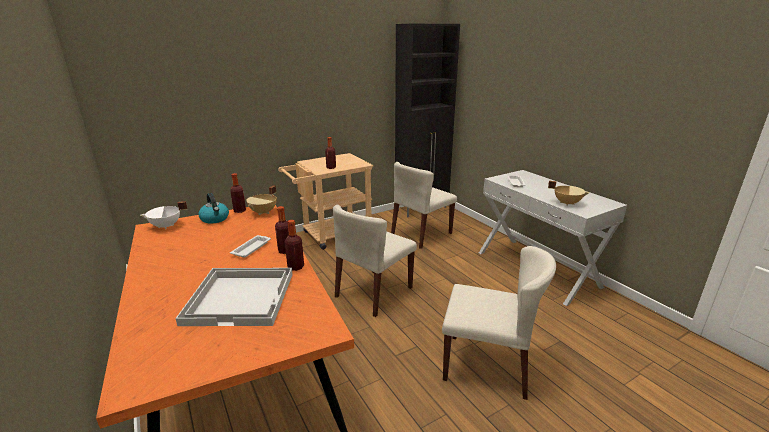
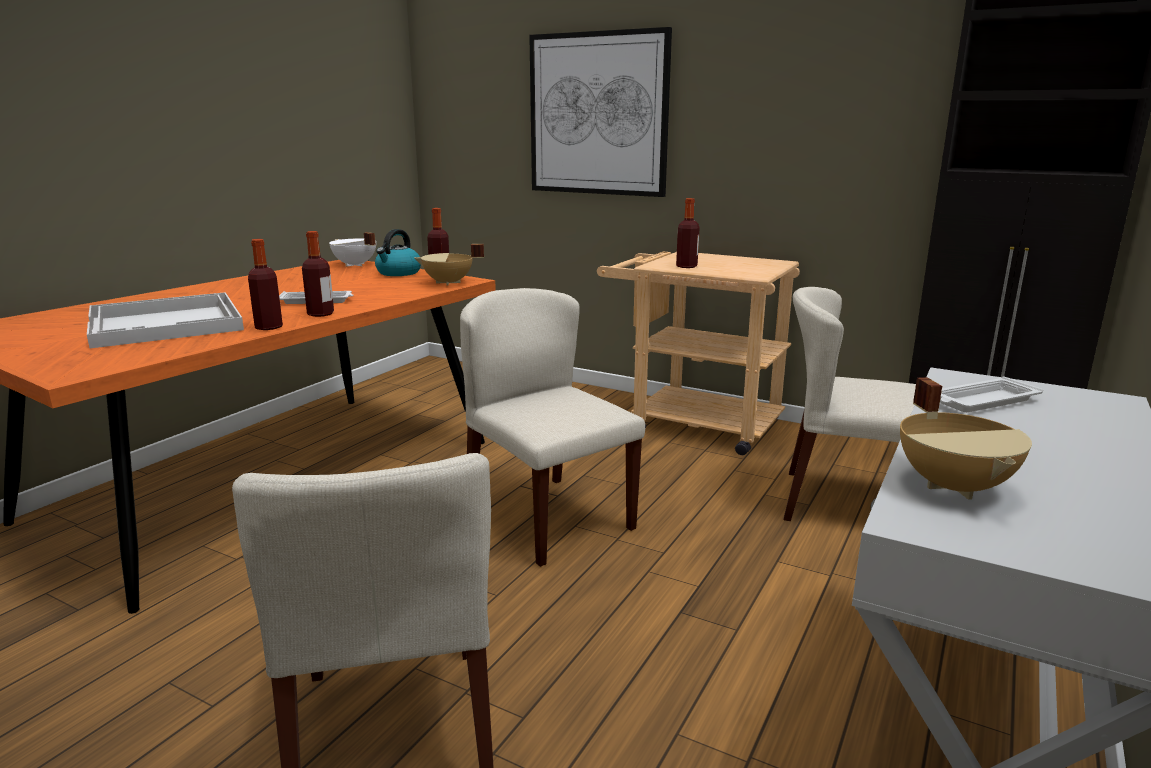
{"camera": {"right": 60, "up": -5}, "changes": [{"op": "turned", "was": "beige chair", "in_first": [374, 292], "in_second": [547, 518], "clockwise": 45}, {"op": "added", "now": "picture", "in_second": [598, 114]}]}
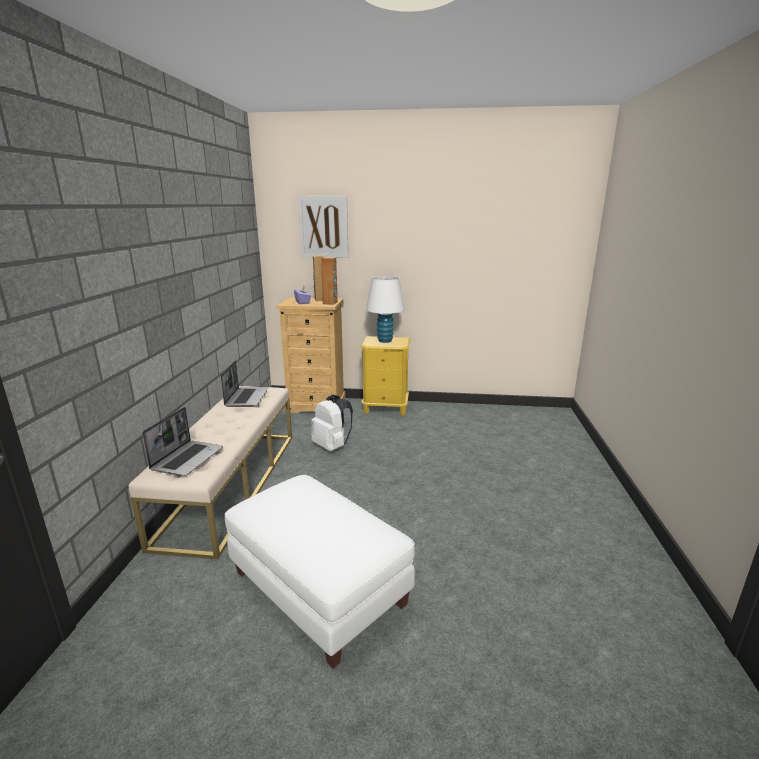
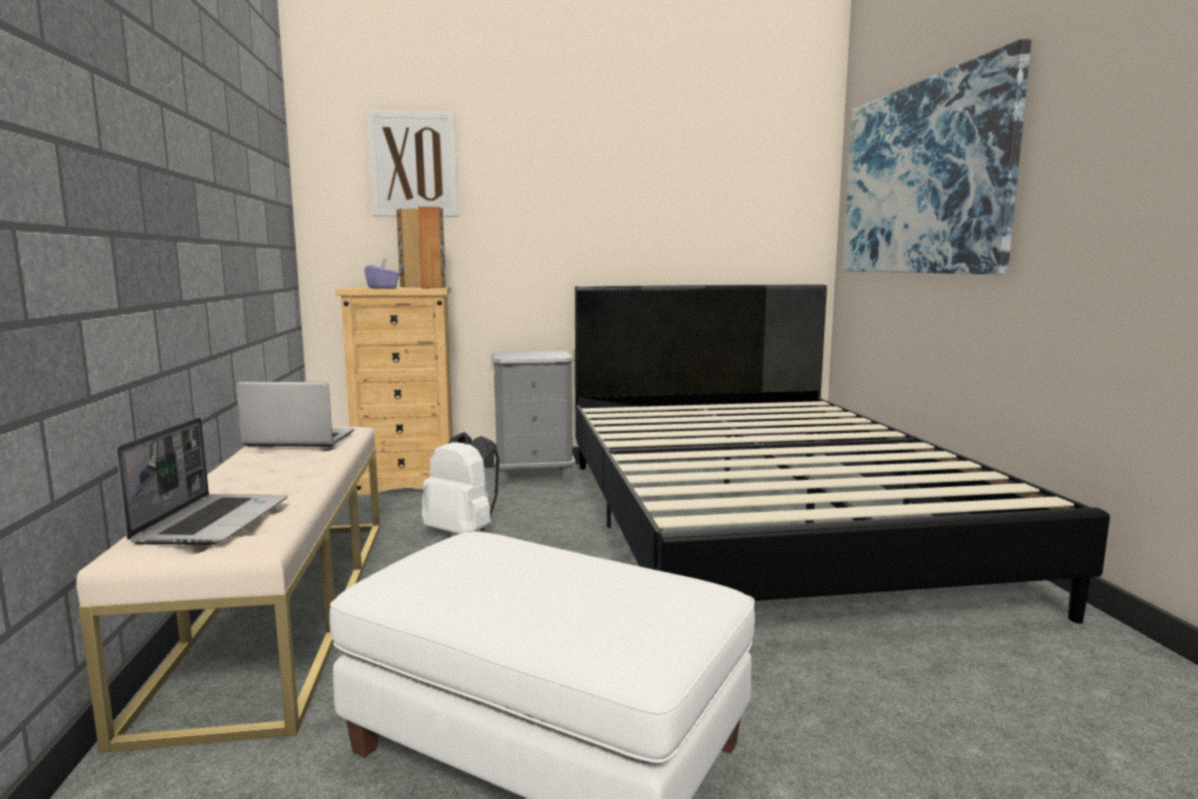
{"camera": {"right": -15, "up": -10}, "changes": [{"op": "turned", "was": "laptop", "in_first": [246, 398], "in_second": [298, 440], "clockwise": -75}, {"op": "recoloured", "was": "yellow nightstand", "now": "grey nightstand", "in_first": [385, 408], "in_second": [534, 476]}, {"op": "added", "now": "black bed", "in_second": [763, 522]}, {"op": "added", "now": "picture", "in_second": [922, 179]}, {"op": "removed", "was": "white table lamp", "in_first": [385, 341]}]}
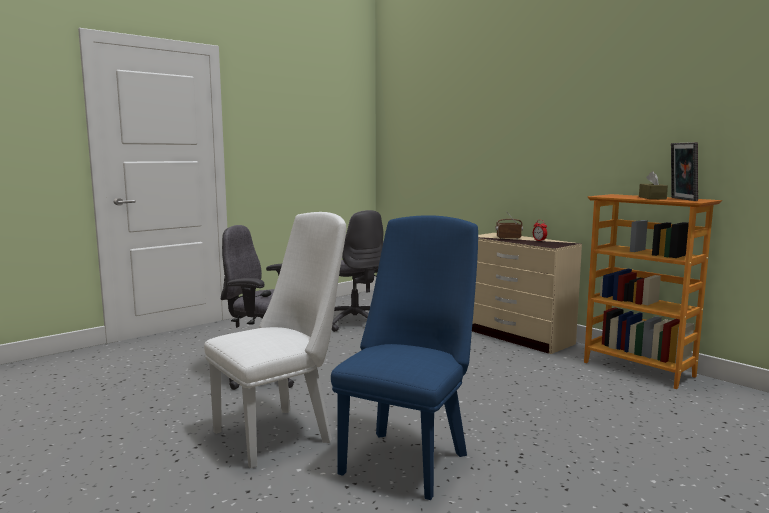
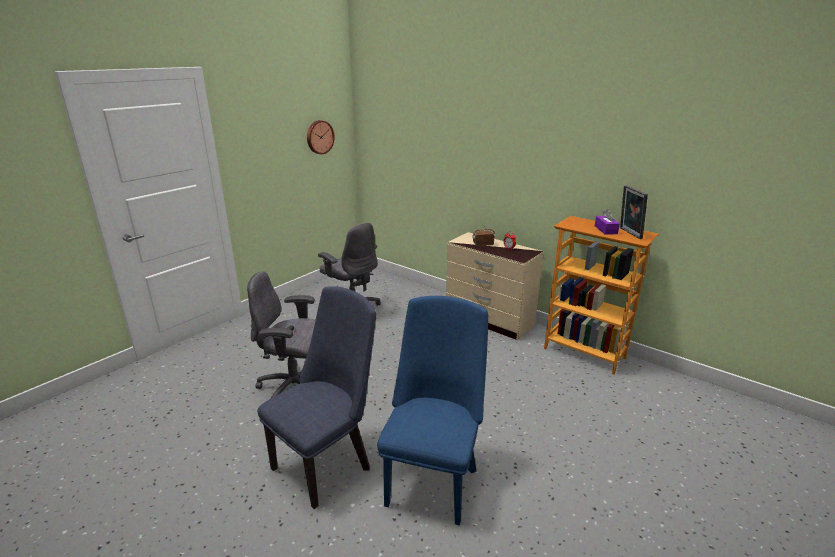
{"camera": {"right": -10, "up": 15}, "changes": [{"op": "recoloured", "was": "white chair", "now": "blue chair", "in_first": [281, 433], "in_second": [327, 463]}, {"op": "added", "now": "wall clock", "in_second": [319, 137]}, {"op": "recoloured", "was": "brown tissue box", "now": "purple tissue box", "in_first": [652, 198], "in_second": [605, 230]}]}
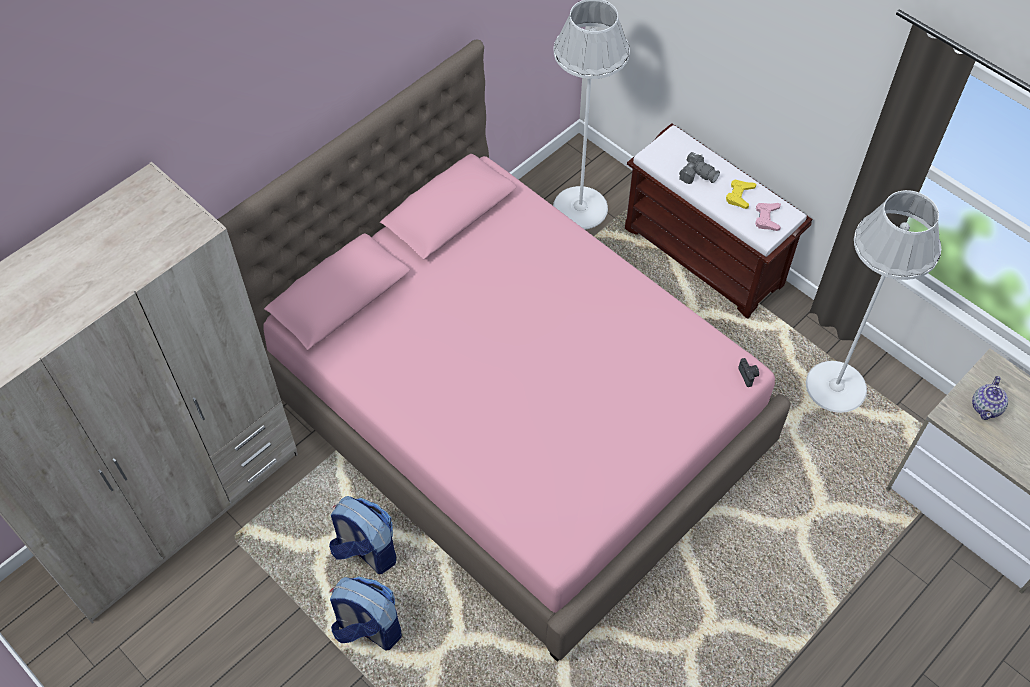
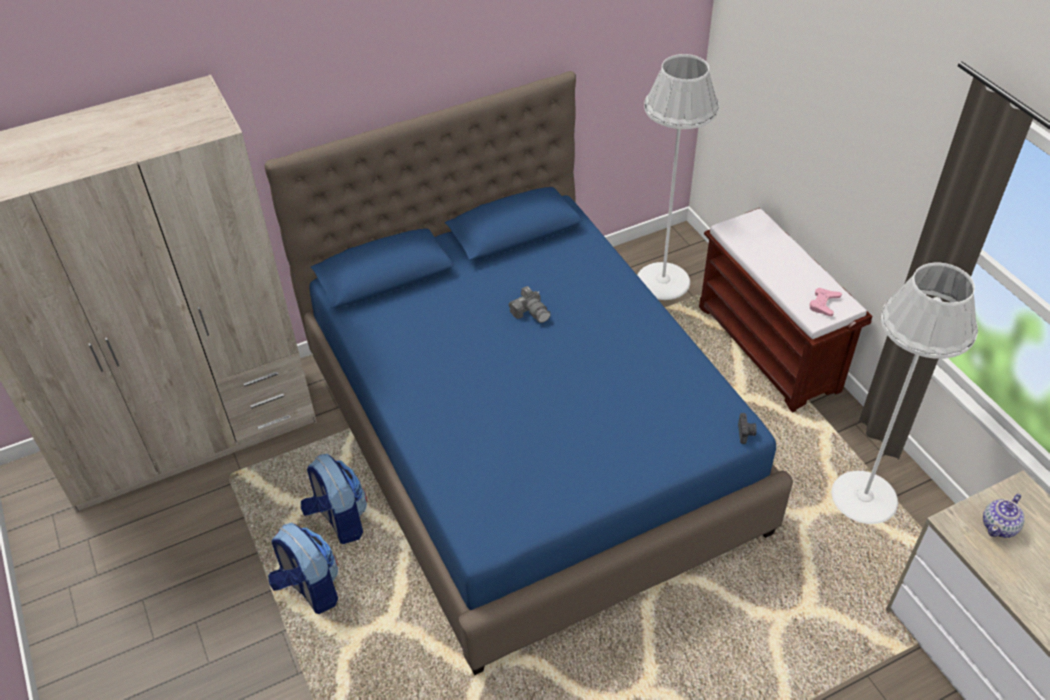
{"camera": {"right": 20, "up": -10}, "changes": [{"op": "recoloured", "was": "pink bed", "now": "blue bed", "in_first": [514, 415], "in_second": [527, 440]}, {"op": "moved", "was": "photo camera", "in_first": [697, 175], "in_second": [531, 312]}, {"op": "removed", "was": "yellow game controller", "in_first": [739, 195]}]}
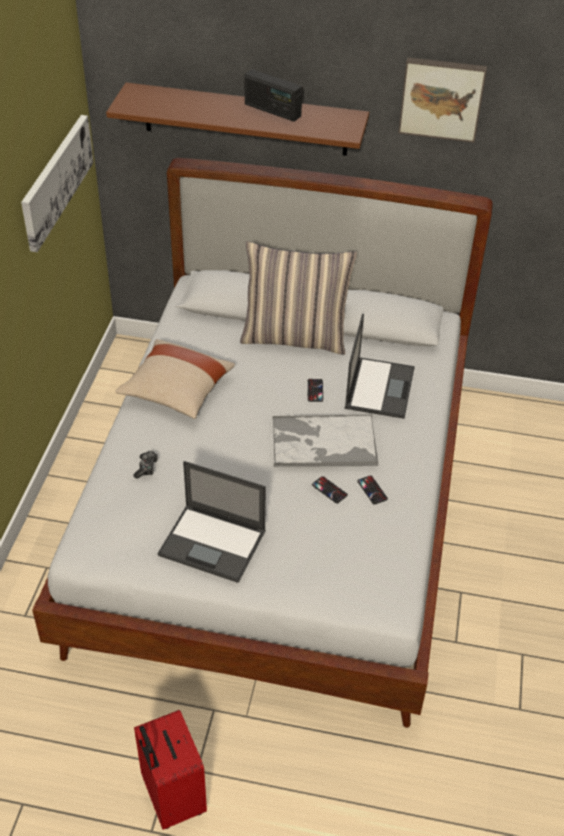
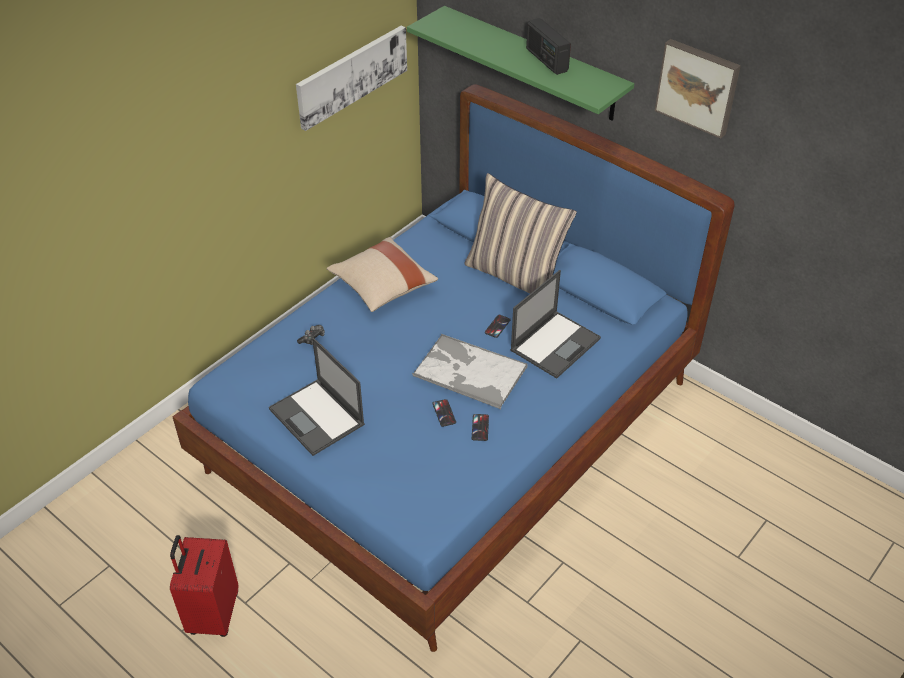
{"camera": {"right": 30, "up": 0}, "changes": [{"op": "recoloured", "was": "white bed", "now": "blue bed", "in_first": [280, 513], "in_second": [453, 429]}, {"op": "recoloured", "was": "brown shelf", "now": "green shelf", "in_first": [245, 119], "in_second": [533, 63]}]}
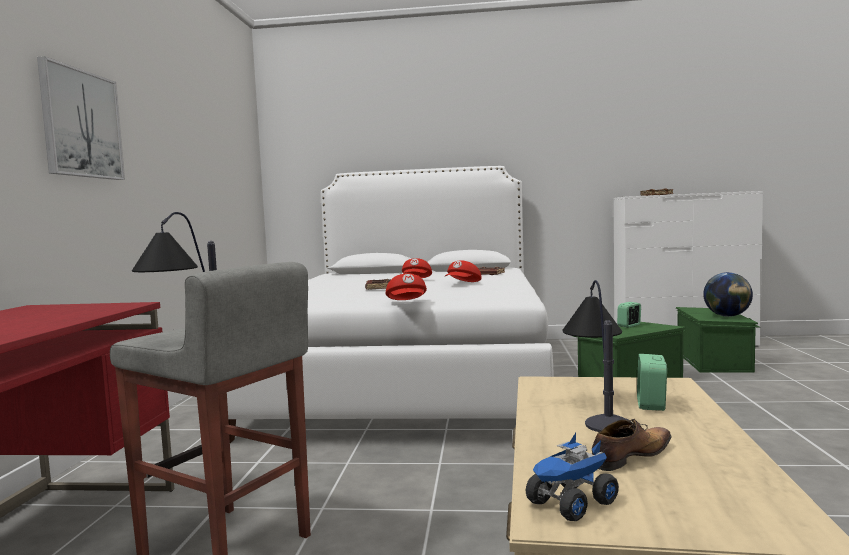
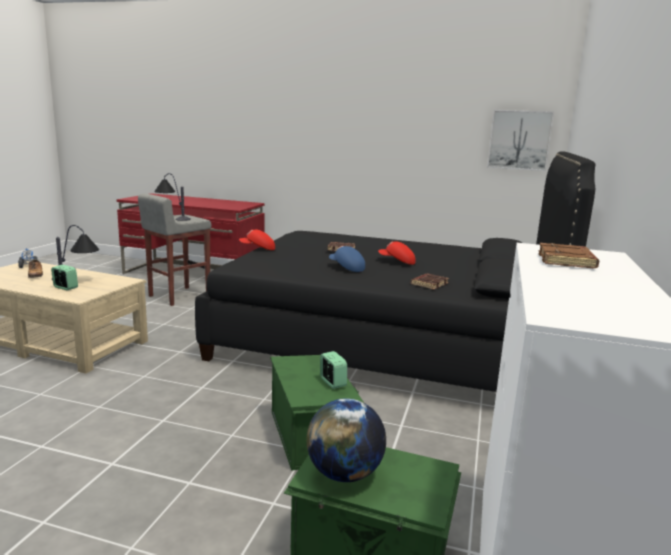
{"camera": {"right": 100, "up": 10}, "changes": [{"op": "recoloured", "was": "white bed", "now": "black bed", "in_first": [408, 379], "in_second": [387, 342]}, {"op": "recoloured", "was": "red cap", "now": "blue cap", "in_first": [463, 284], "in_second": [346, 268]}, {"op": "moved", "was": "picture", "in_first": [81, 124], "in_second": [519, 140]}]}
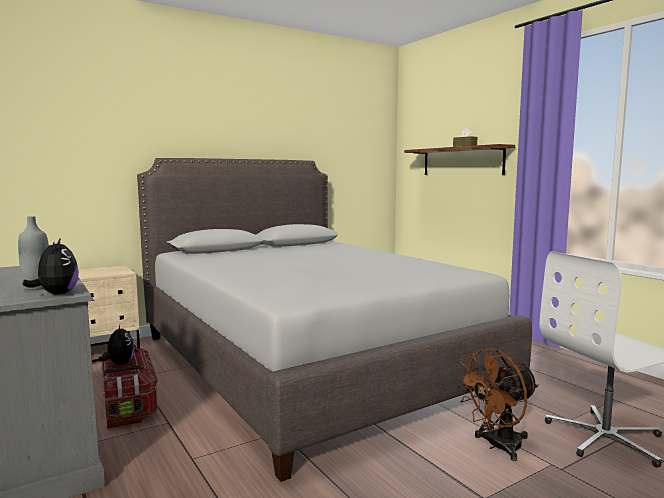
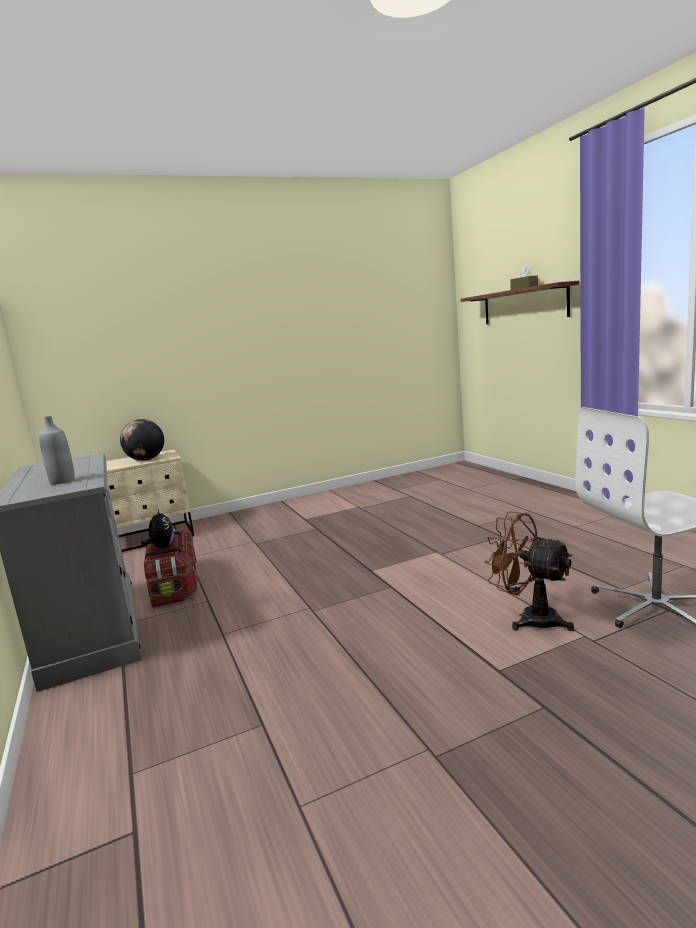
{"camera": {"right": 10, "up": 5}, "changes": [{"op": "added", "now": "globe", "in_second": [146, 460]}, {"op": "turned", "was": "brown fan", "in_first": [497, 446], "in_second": [530, 618], "clockwise": 60}, {"op": "removed", "was": "plush toy", "in_first": [56, 294]}, {"op": "removed", "was": "grey bed", "in_first": [309, 361]}]}
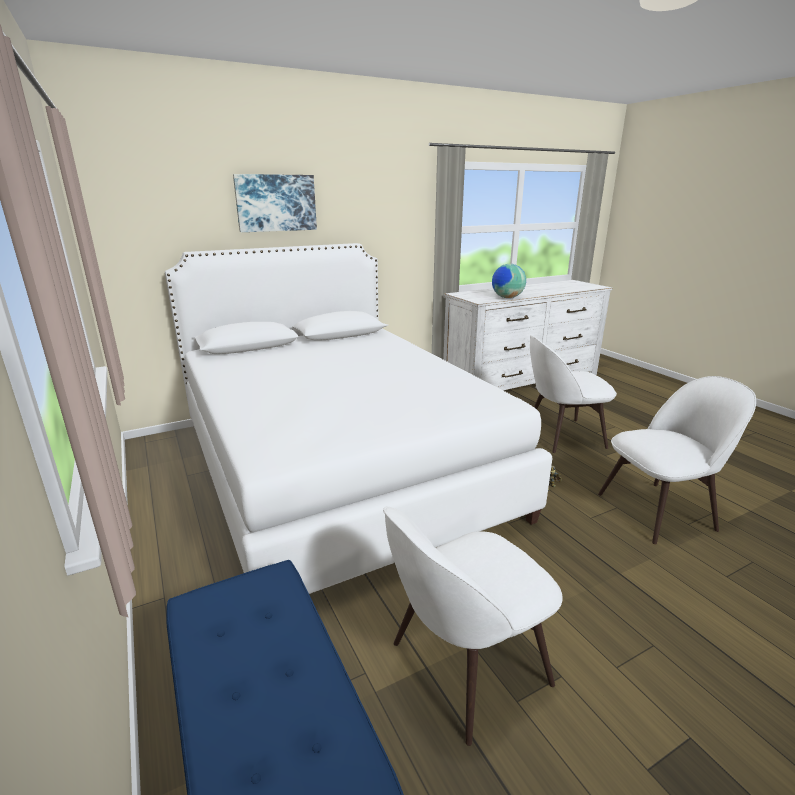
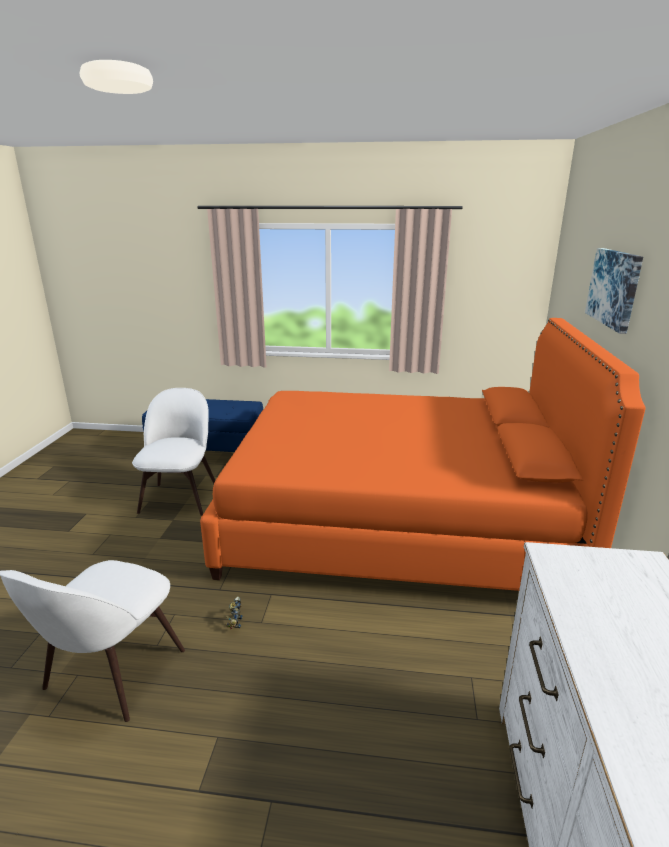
{"camera": {"right": 125, "up": 0}, "changes": [{"op": "recoloured", "was": "white bed", "now": "orange bed", "in_first": [338, 468], "in_second": [395, 520]}, {"op": "removed", "was": "globe", "in_first": [507, 298]}, {"op": "removed", "was": "white chair", "in_first": [561, 435]}]}
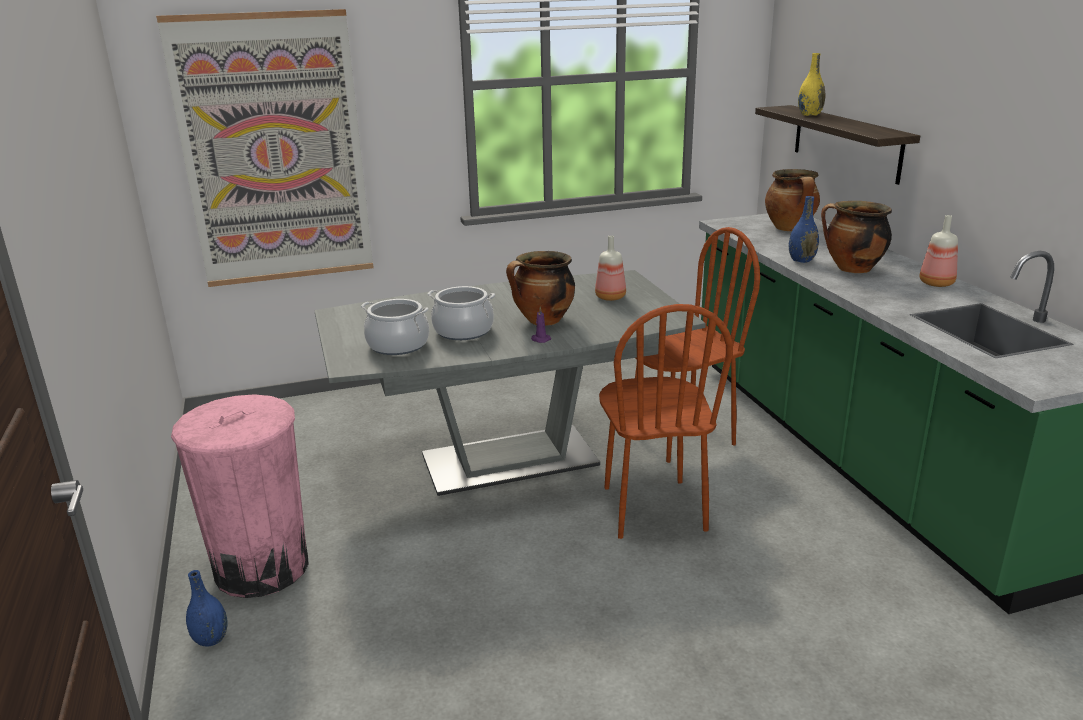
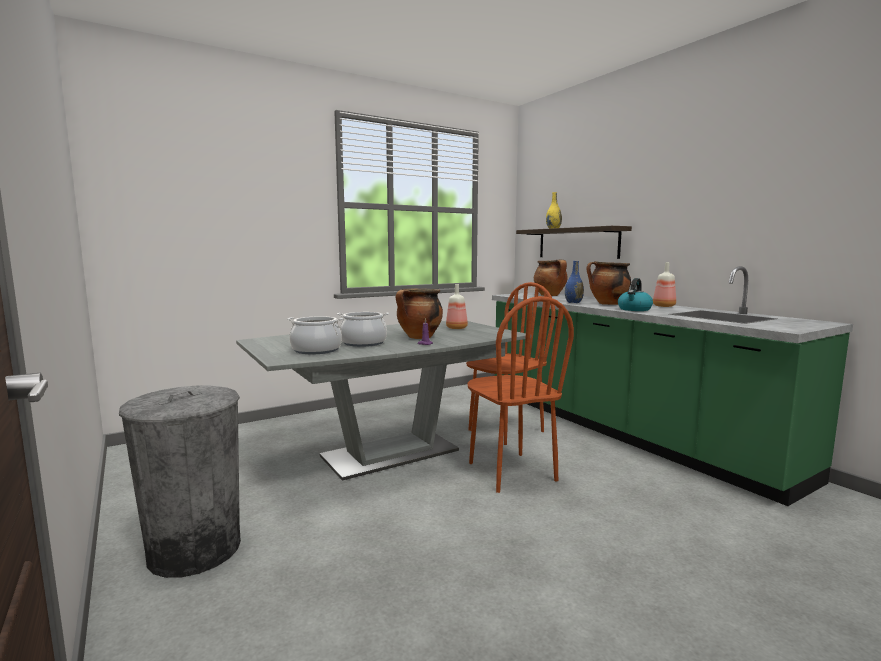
{"camera": {"right": -15, "up": -15}, "changes": [{"op": "recoloured", "was": "pink trash can", "now": "grey trash can", "in_first": [262, 567], "in_second": [195, 550]}, {"op": "added", "now": "kettle", "in_second": [634, 309]}, {"op": "removed", "was": "picture", "in_first": [274, 152]}, {"op": "removed", "was": "blue vase", "in_first": [211, 639]}]}
